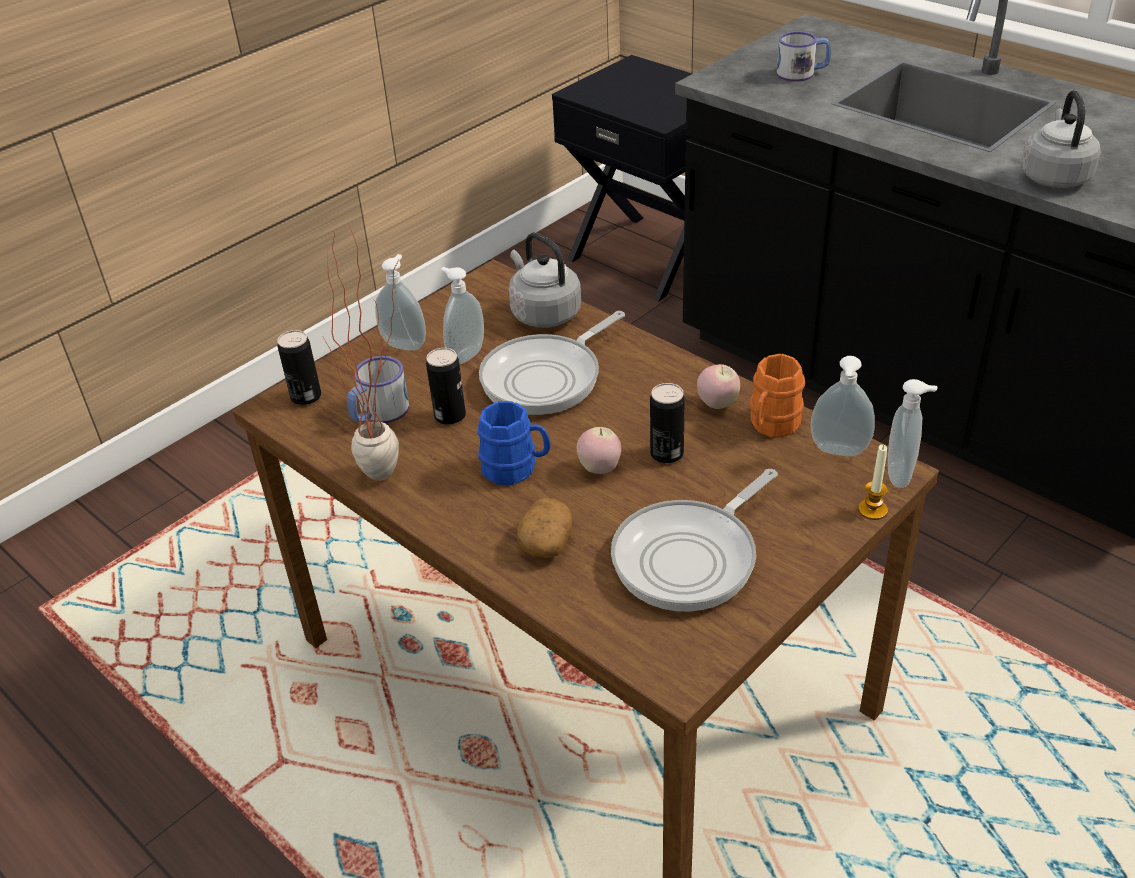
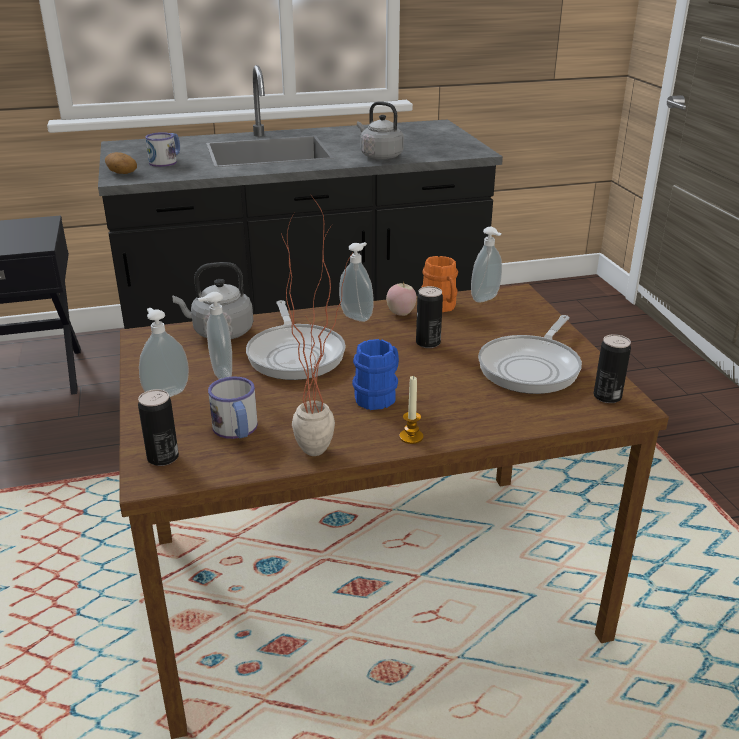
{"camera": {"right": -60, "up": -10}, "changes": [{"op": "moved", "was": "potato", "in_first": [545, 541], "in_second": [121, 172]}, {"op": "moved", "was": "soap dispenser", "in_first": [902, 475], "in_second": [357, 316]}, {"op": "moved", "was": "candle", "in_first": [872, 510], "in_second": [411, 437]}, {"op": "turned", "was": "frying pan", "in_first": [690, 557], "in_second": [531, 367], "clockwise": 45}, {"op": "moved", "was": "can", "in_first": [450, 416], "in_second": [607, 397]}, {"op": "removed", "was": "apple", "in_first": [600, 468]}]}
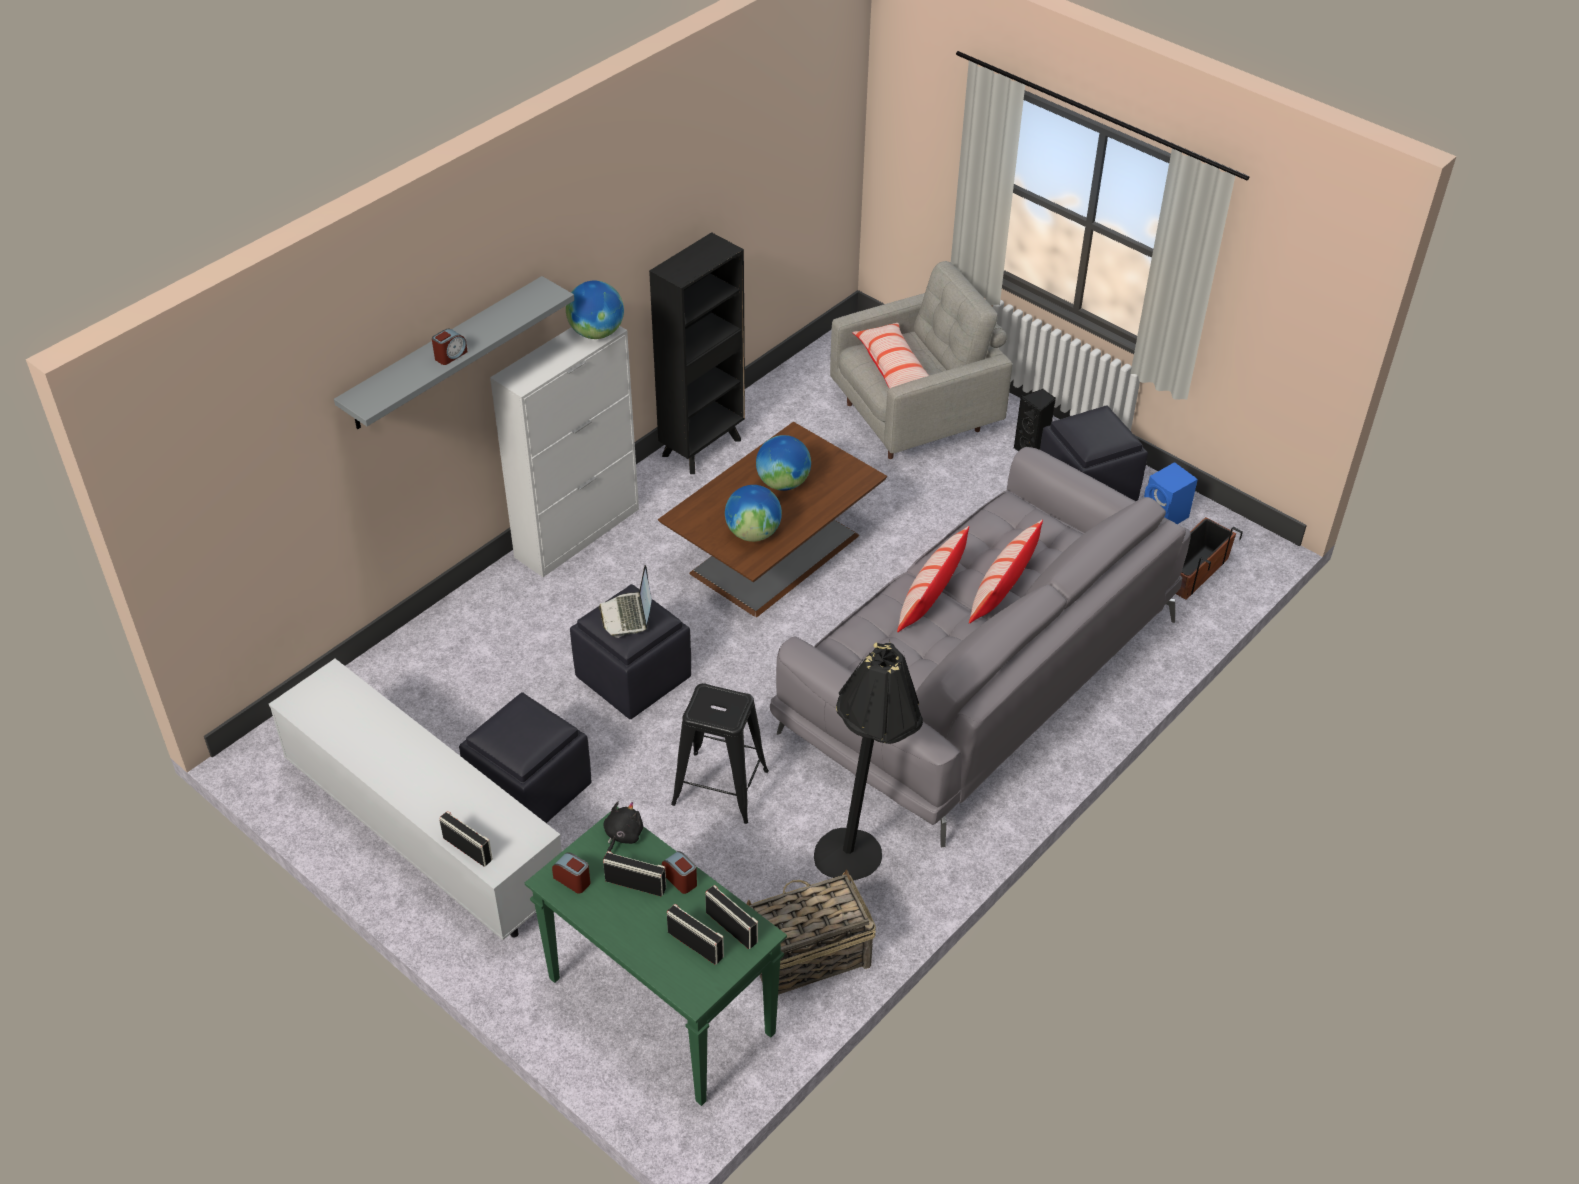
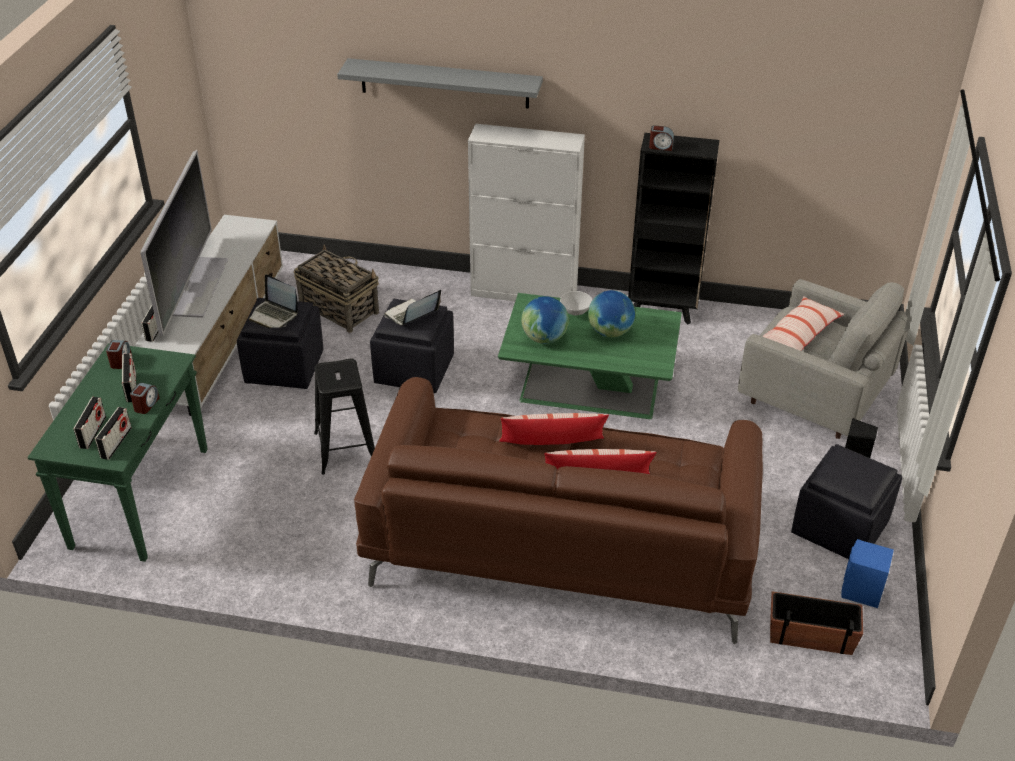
{"camera": {"right": 60, "up": -5}, "changes": [{"op": "added", "now": "television", "in_second": [198, 287]}, {"op": "added", "now": "laptop", "in_second": [274, 315]}, {"op": "moved", "was": "basket", "in_first": [805, 957], "in_second": [338, 309]}, {"op": "recoloured", "was": "grey sofa", "now": "brown sofa", "in_first": [978, 677], "in_second": [560, 541]}, {"op": "recoloured", "was": "brown coffee table", "now": "green coffee table", "in_first": [773, 556], "in_second": [587, 385]}, {"op": "added", "now": "white bowl", "in_second": [575, 312]}, {"op": "moved", "was": "alarm clock", "in_first": [450, 355], "in_second": [660, 147]}, {"op": "removed", "was": "globe", "in_first": [596, 333]}, {"op": "removed", "was": "black plush toy", "in_first": [622, 835]}, {"op": "removed", "was": "black floor lamp", "in_first": [859, 865]}]}
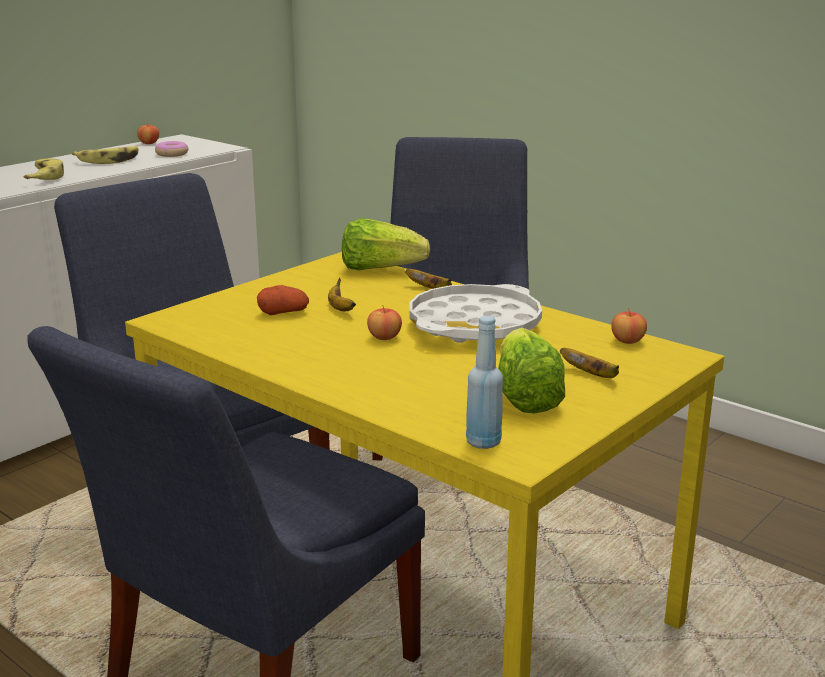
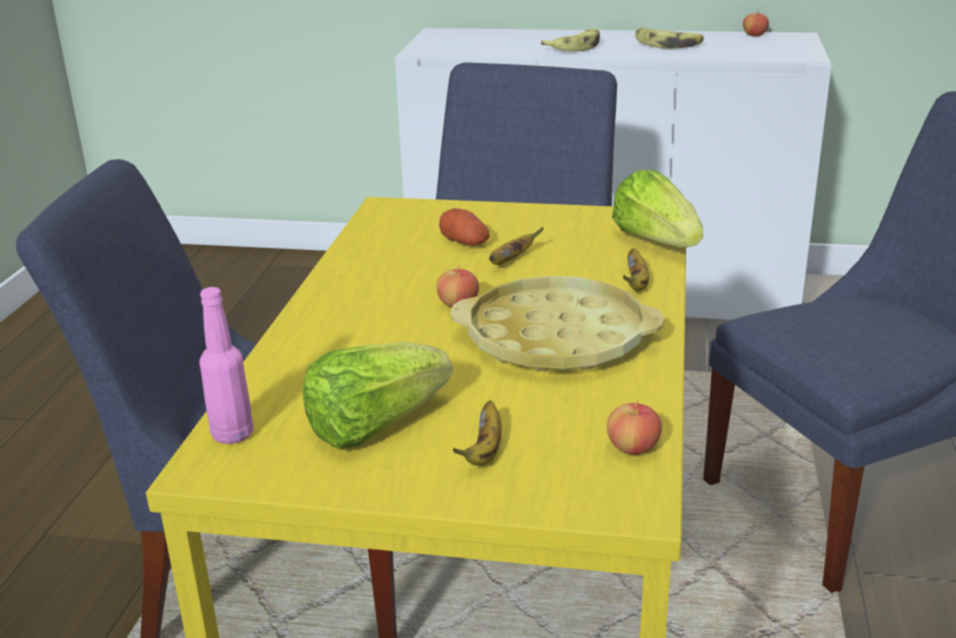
{"camera": {"right": 60, "up": 5}, "changes": [{"op": "recoloured", "was": "blue bottle", "now": "pink bottle", "in_first": [483, 442], "in_second": [232, 434]}, {"op": "recoloured", "was": "white tray", "now": "yellow tray", "in_first": [475, 325], "in_second": [556, 338]}, {"op": "removed", "was": "donut", "in_first": [172, 154]}]}
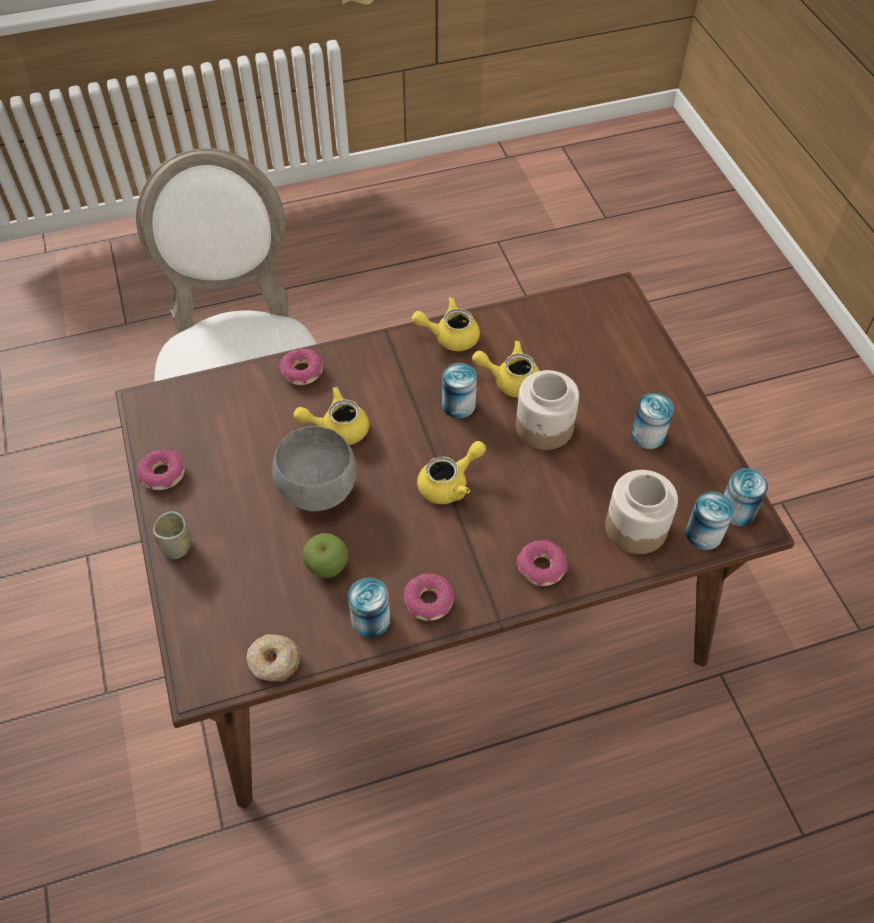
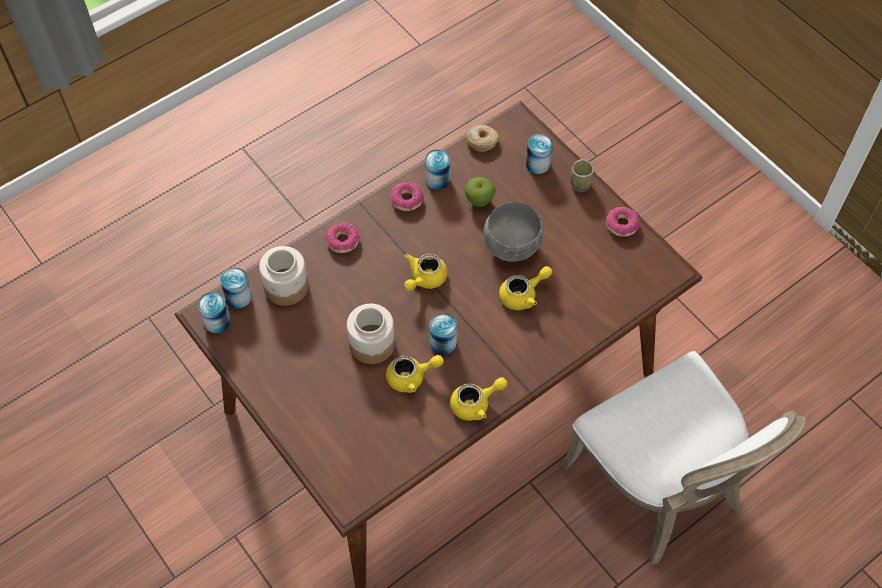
{"camera": {"right": 160, "up": 5}, "changes": [{"op": "moved", "was": "can", "in_first": [648, 435], "in_second": [538, 164]}, {"op": "removed", "was": "donut", "in_first": [302, 372]}]}
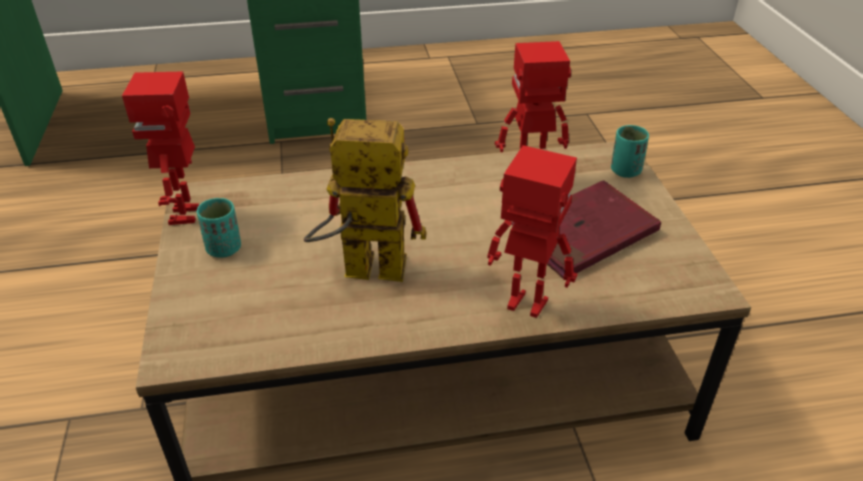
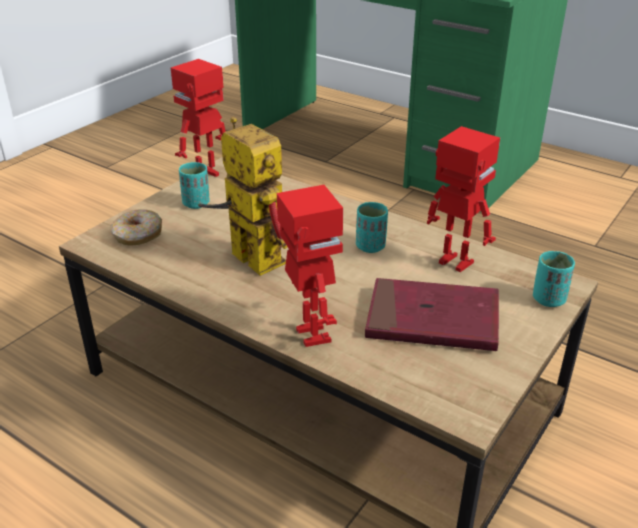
{"camera": {"right": 45, "up": -5}, "changes": [{"op": "added", "now": "donut", "in_second": [138, 235]}, {"op": "added", "now": "turquoise cup", "in_second": [370, 247]}]}
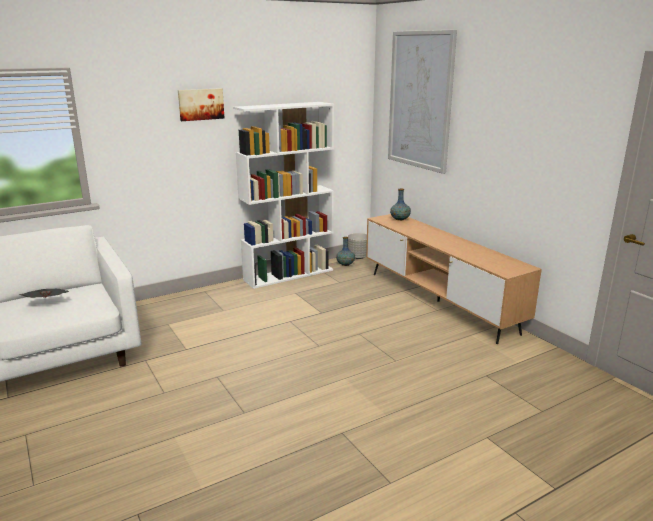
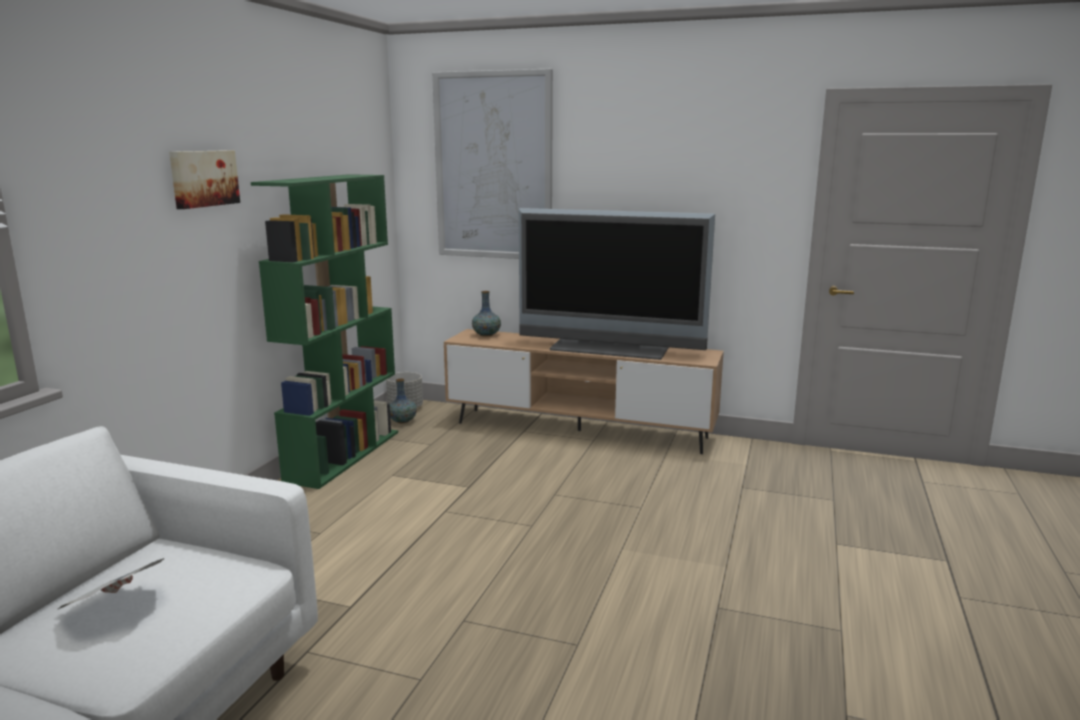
{"camera": {"right": -40, "up": -5}, "changes": [{"op": "recoloured", "was": "white bookcase", "now": "green bookcase", "in_first": [289, 274], "in_second": [344, 455]}, {"op": "added", "now": "television", "in_second": [609, 348]}]}
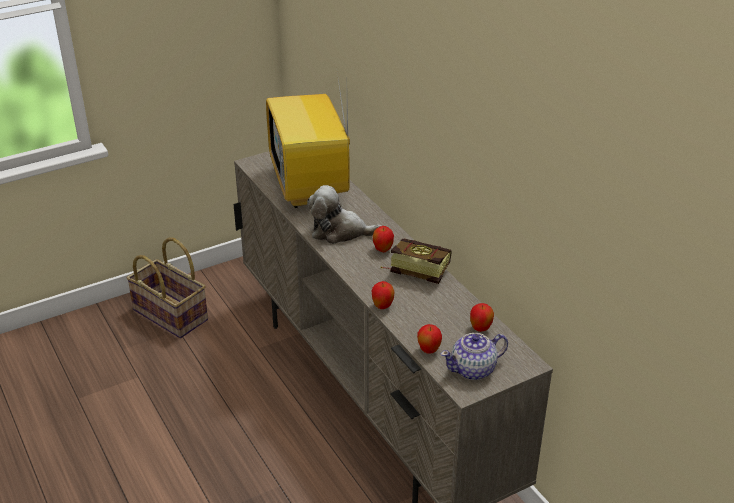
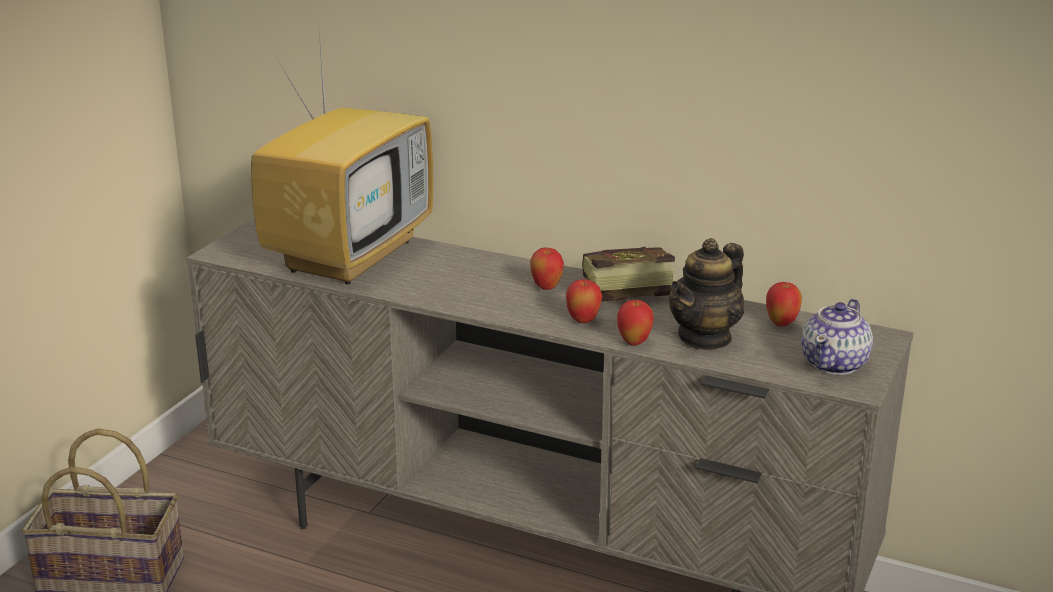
{"camera": {"right": -35, "up": -10}, "changes": [{"op": "turned", "was": "television", "in_first": [311, 187], "in_second": [350, 254], "clockwise": -105}, {"op": "moved", "was": "apple", "in_first": [429, 350], "in_second": [583, 321]}, {"op": "added", "now": "teapot", "in_second": [705, 337]}, {"op": "removed", "was": "plush toy", "in_first": [340, 232]}]}
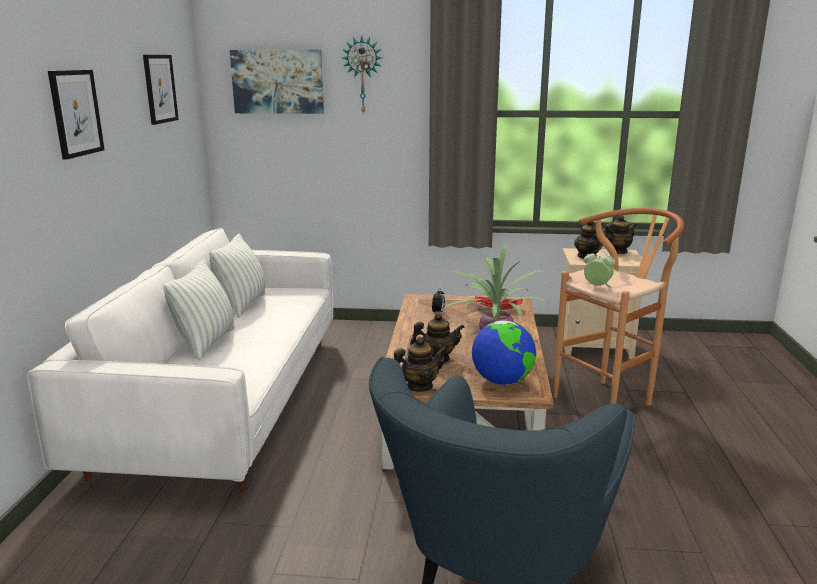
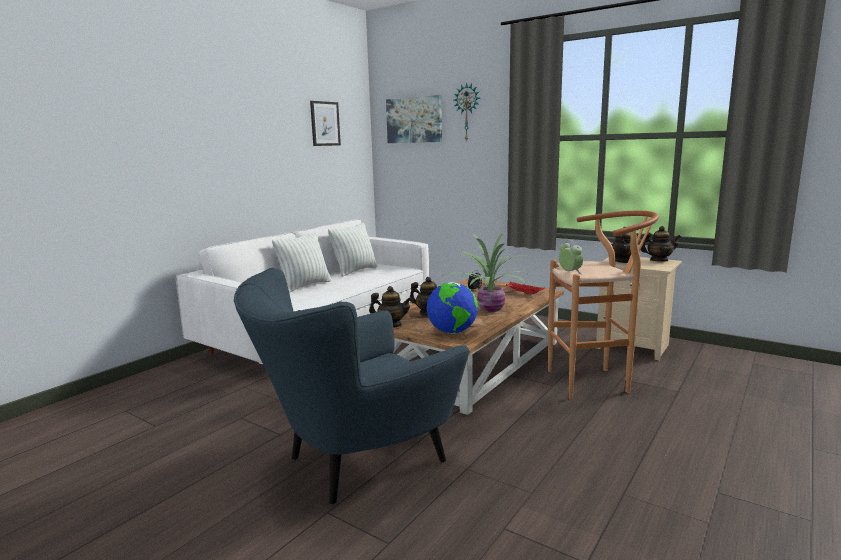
{"camera": {"right": 30, "up": -5}, "changes": [{"op": "removed", "was": "picture", "in_first": [76, 113]}]}
